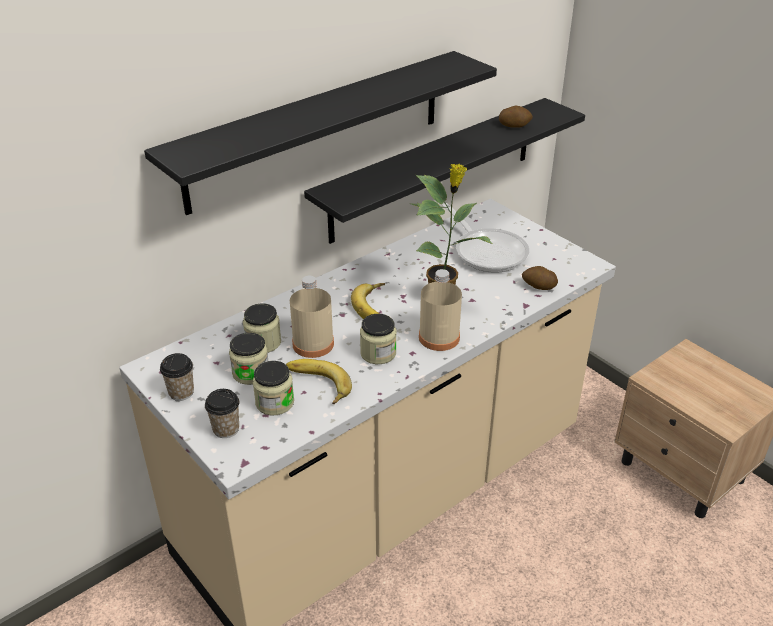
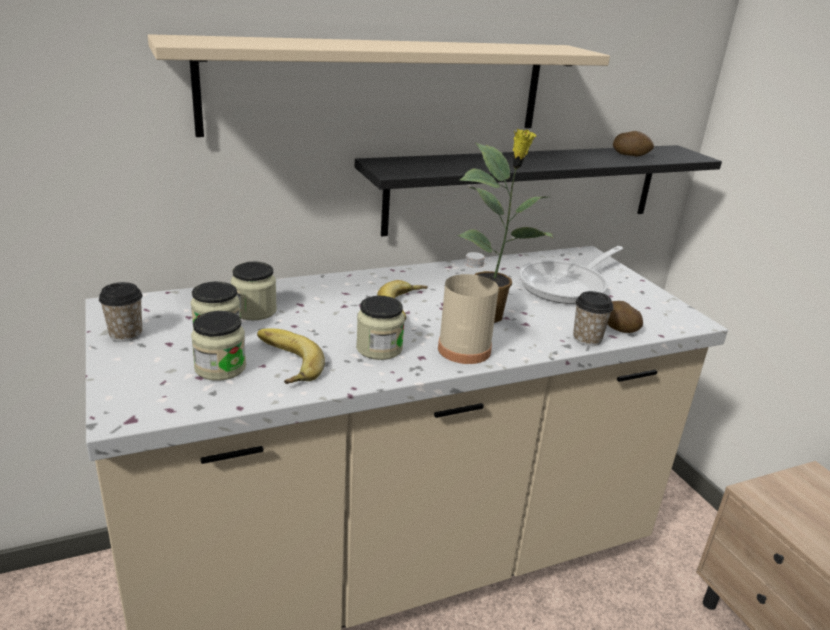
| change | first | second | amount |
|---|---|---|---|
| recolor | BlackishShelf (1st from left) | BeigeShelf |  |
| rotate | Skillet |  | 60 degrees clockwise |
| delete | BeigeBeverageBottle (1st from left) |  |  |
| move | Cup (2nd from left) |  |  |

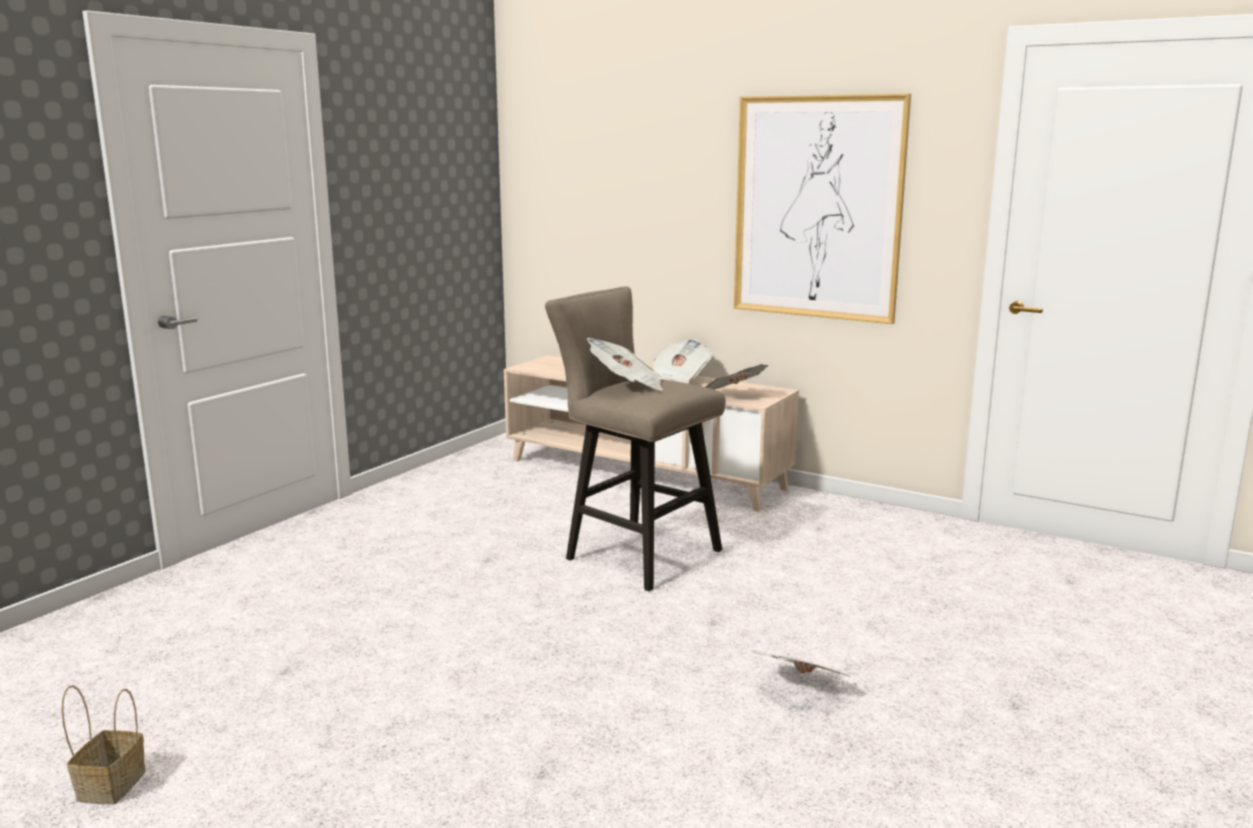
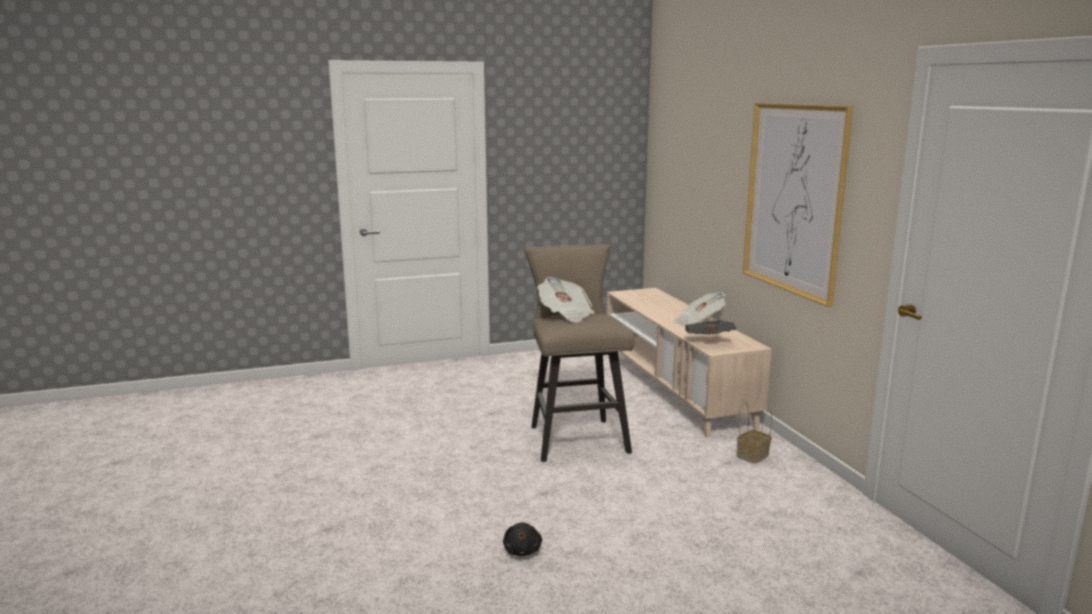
| change | first | second | amount |
|---|---|---|---|
| replace | Newspaper (4th from left) | BlackishSoftToy |  |
| move | Basket |  |  |

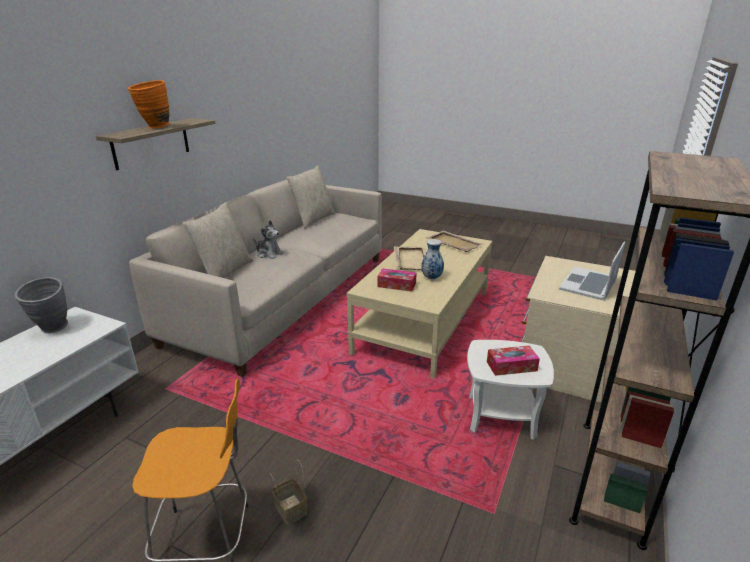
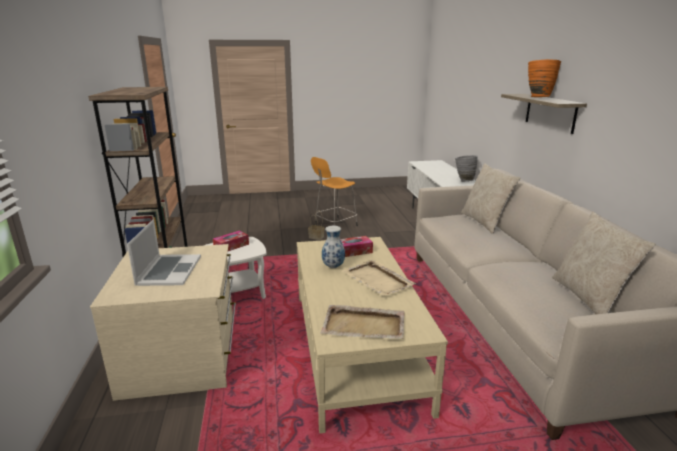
| change | first | second | amount |
|---|---|---|---|
| delete | SoftToy |  |  |

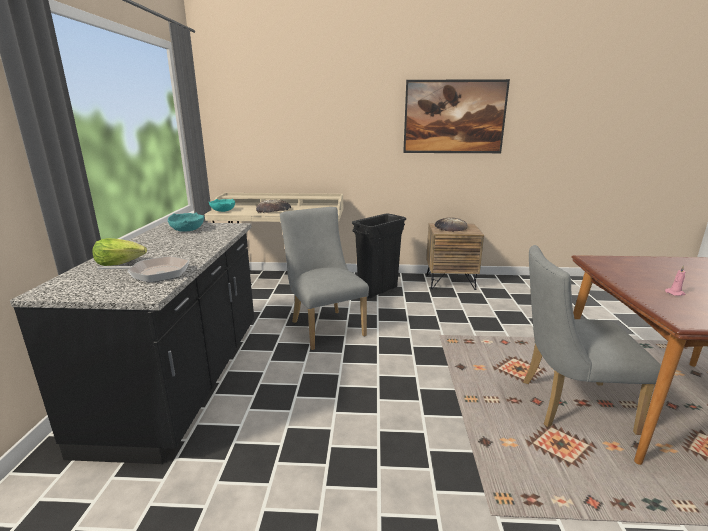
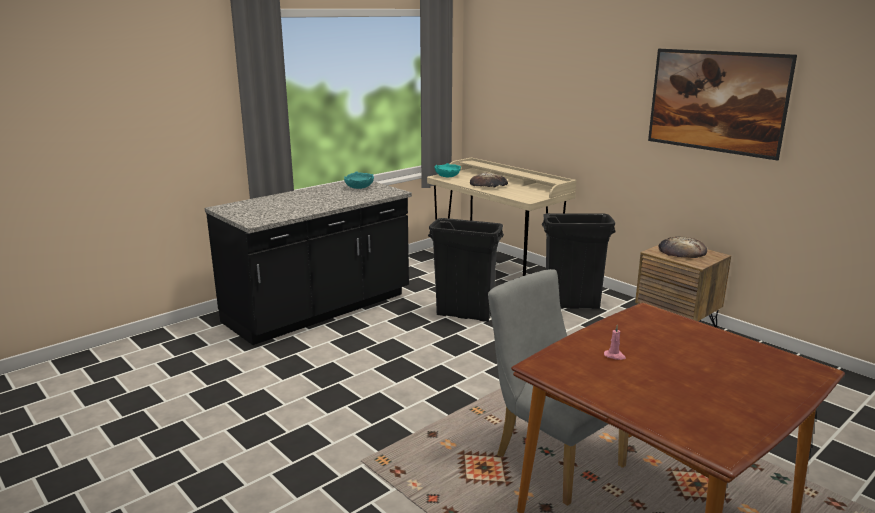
| change | first | second | amount |
|---|---|---|---|
| replace | GrayChair (1st from left) | BlackishRubbishBin (1st from left) |  |
| delete | HeadOfLettuce |  |  |
| delete | Skillet |  |  |

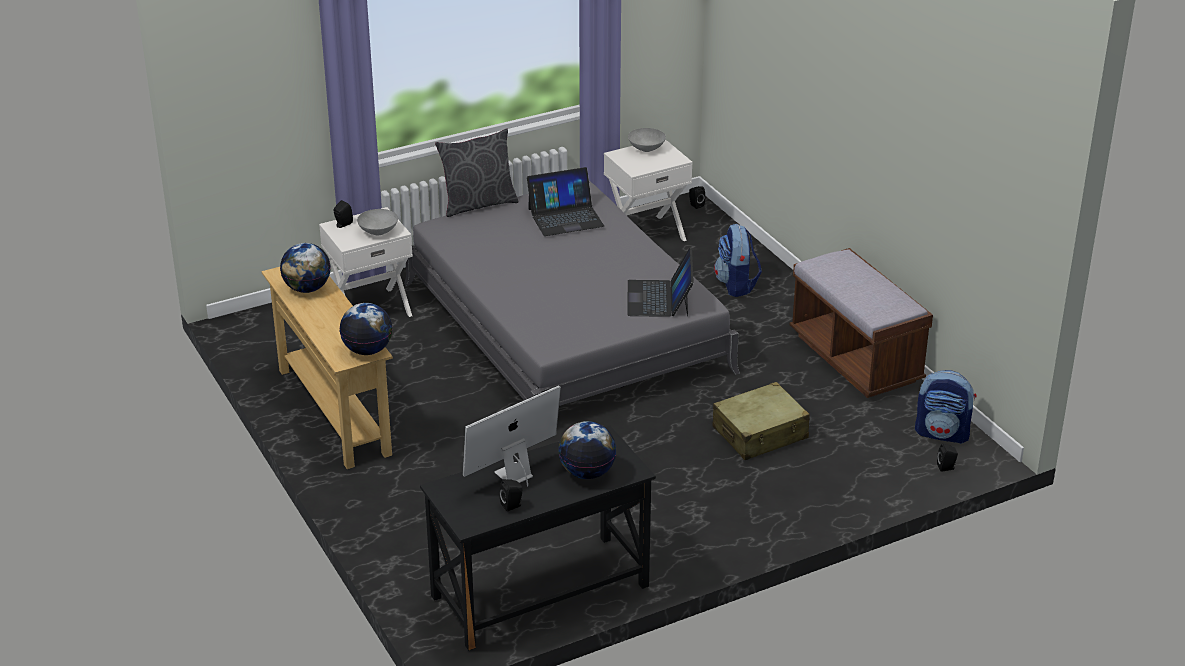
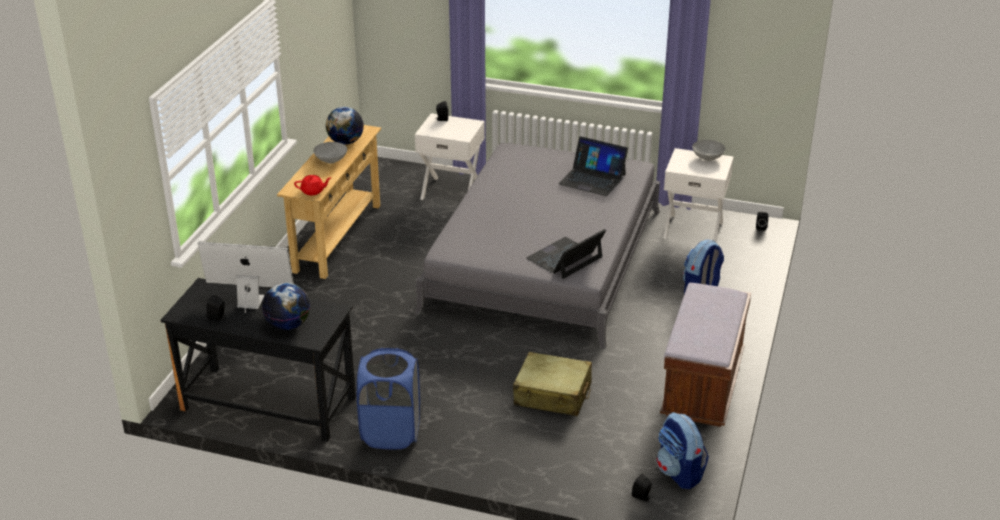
| change | first | second | amount |
|---|---|---|---|
| delete | GrayThrowPillow |  |  |
| move | GrayBowl (1st from left) |  |  |
| replace | WorldGlobe (2nd from left) | RedPotForTea |  |
| insert |  | BlueHamper |  |

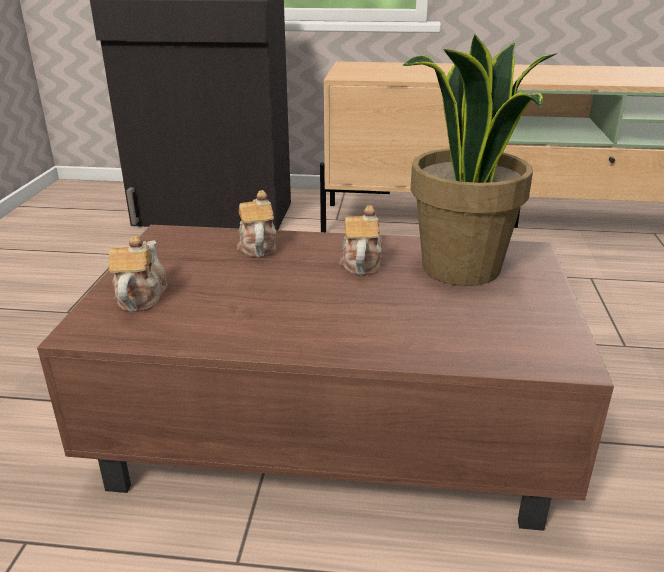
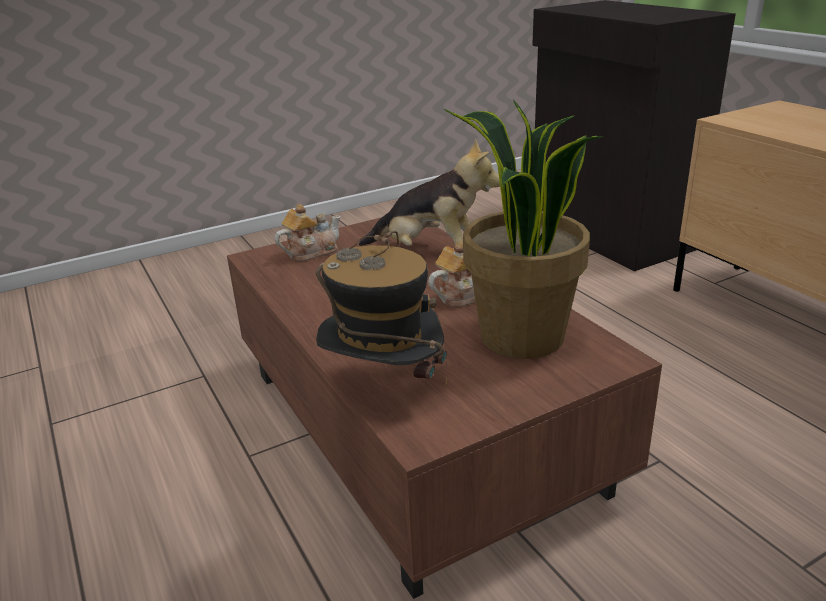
| change | first | second | amount |
|---|---|---|---|
| replace | PotForTea (2nd from left) | SoftToy |  |
| insert |  | WearableHat |  |

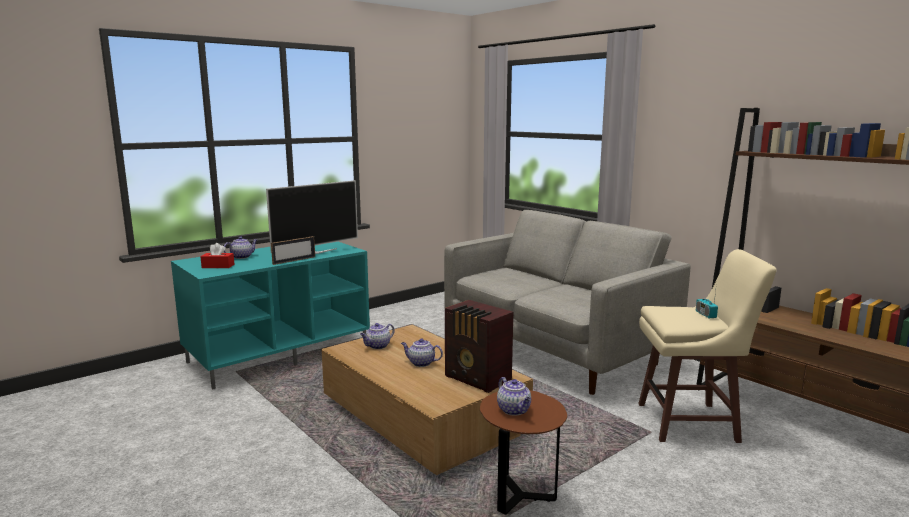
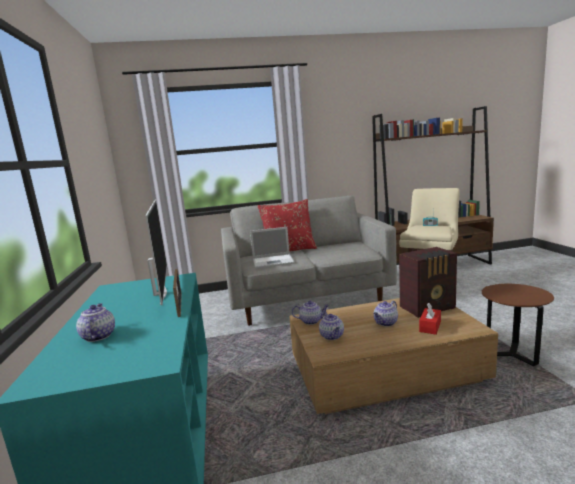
| change | first | second | amount |
|---|---|---|---|
| move | RedTissueHolder |  |  |
| move | PotForTea (4th from left in the first image) | PotForTea (2nd from left) |  |
| insert |  | RedThrowPillow |  |
| insert |  | Laptop |  |

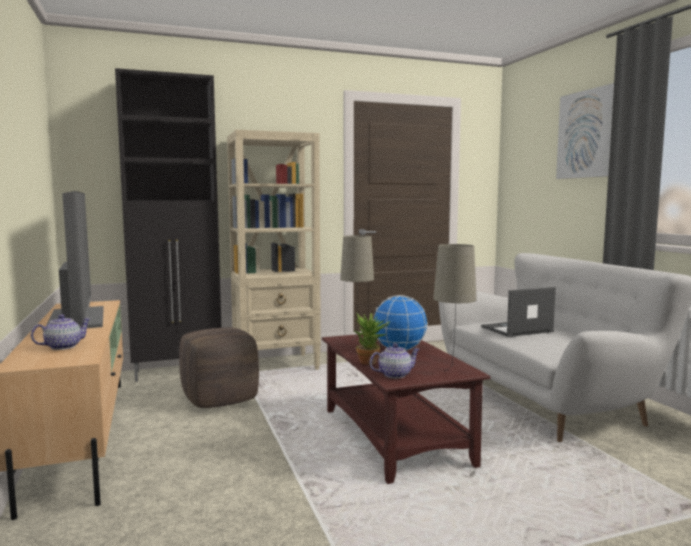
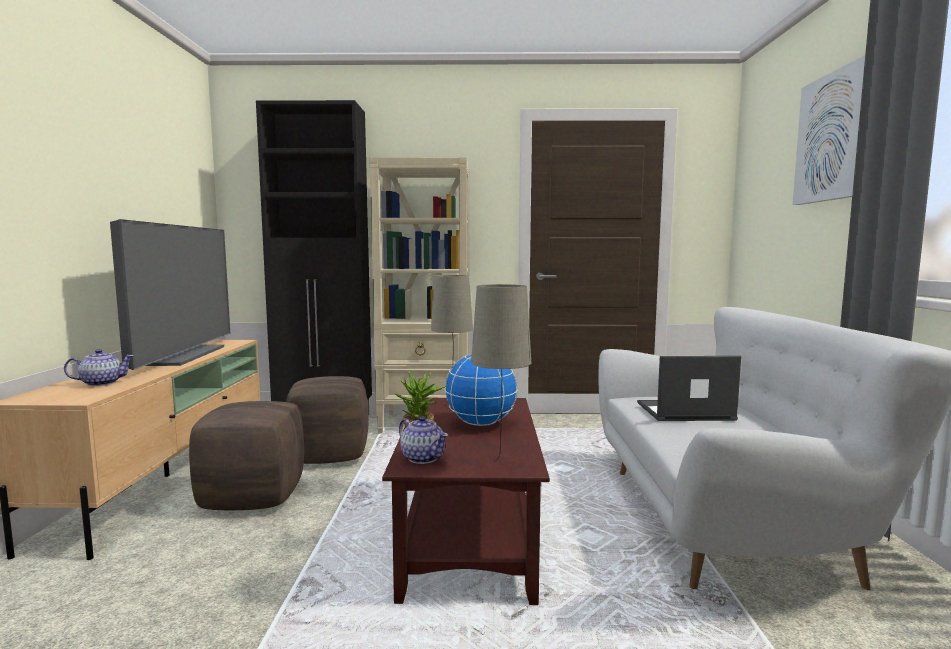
| change | first | second | amount |
|---|---|---|---|
| rotate | PotForTea (2nd from left) |  | 45 degrees clockwise |
| insert |  | BrownFootrest (1st from left) |  |

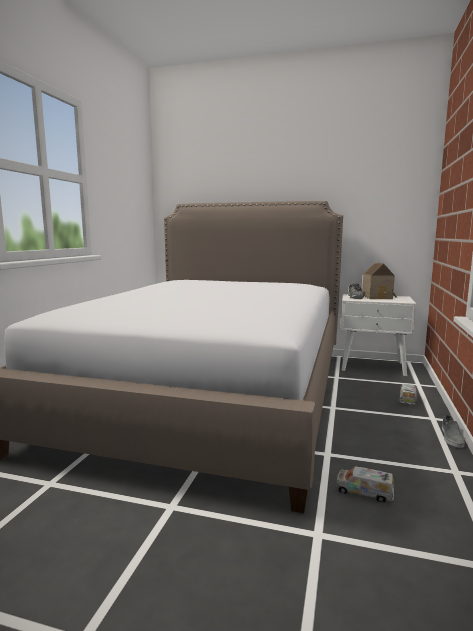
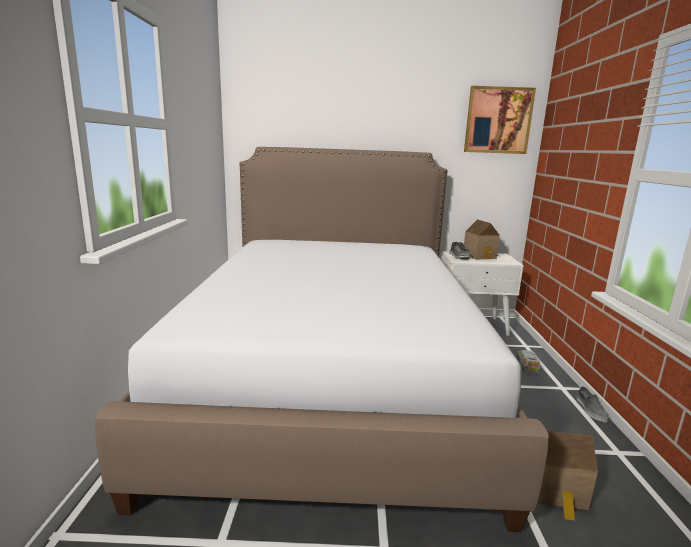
| change | first | second | amount |
|---|---|---|---|
| replace | ModelTruck (1st from left) | MiniatureHouse (2nd from left) |  |
| insert |  | WallArt |  |

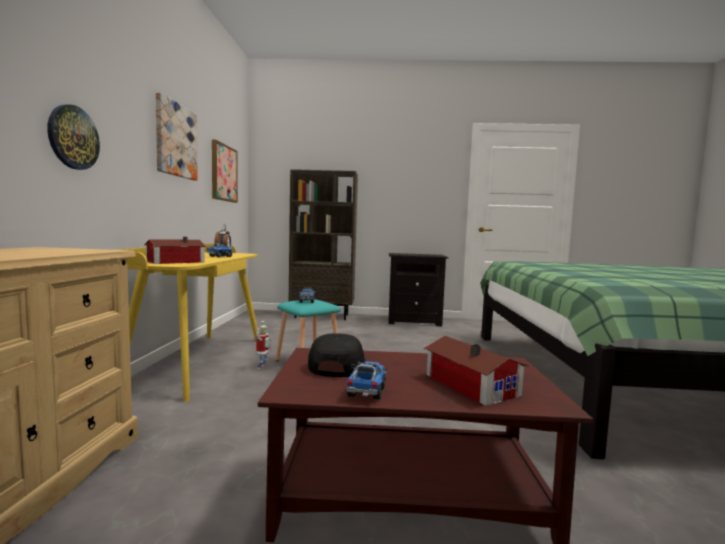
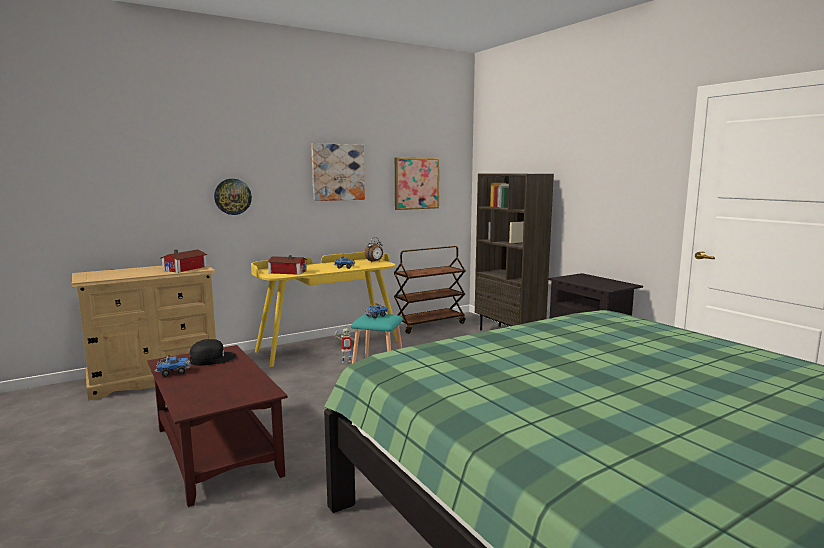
| change | first | second | amount |
|---|---|---|---|
| move | MiniatureHouse (2nd from left in the first image) | MiniatureHouse (1st from left) |  |
| insert |  | BrownWheeledCart |  |

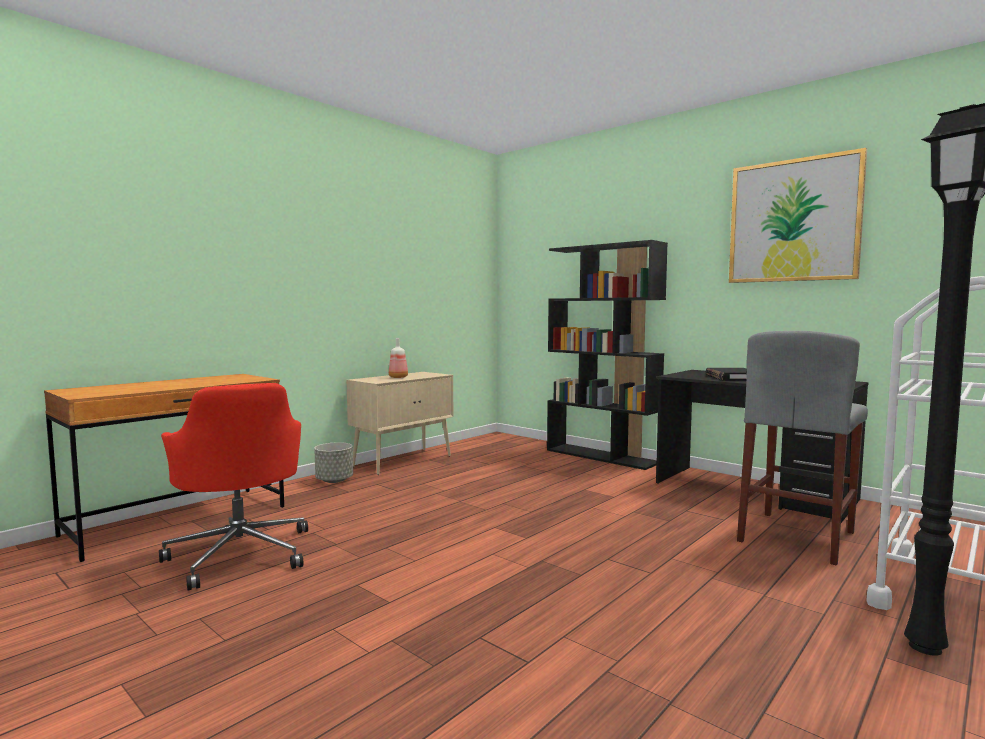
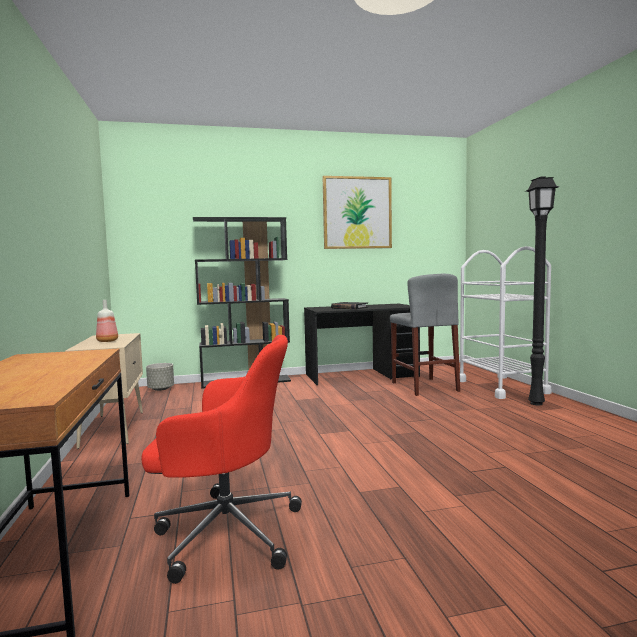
| change | first | second | amount |
|---|---|---|---|
| move | GrayPlantPot |  |  |

